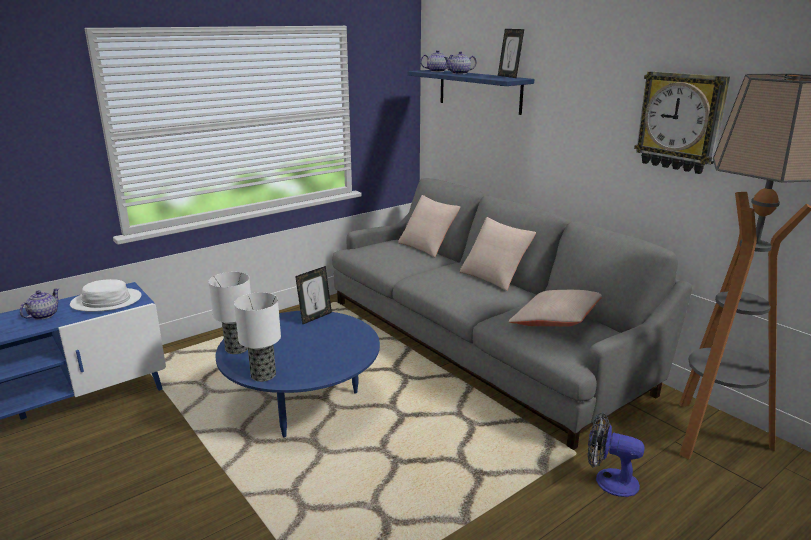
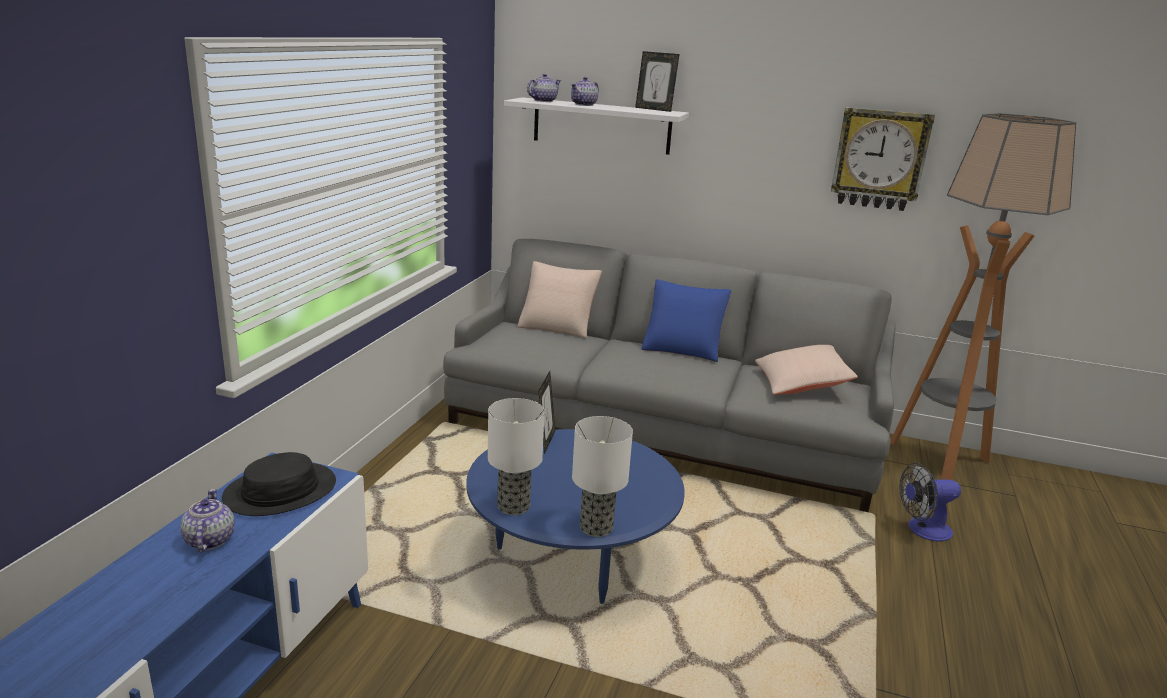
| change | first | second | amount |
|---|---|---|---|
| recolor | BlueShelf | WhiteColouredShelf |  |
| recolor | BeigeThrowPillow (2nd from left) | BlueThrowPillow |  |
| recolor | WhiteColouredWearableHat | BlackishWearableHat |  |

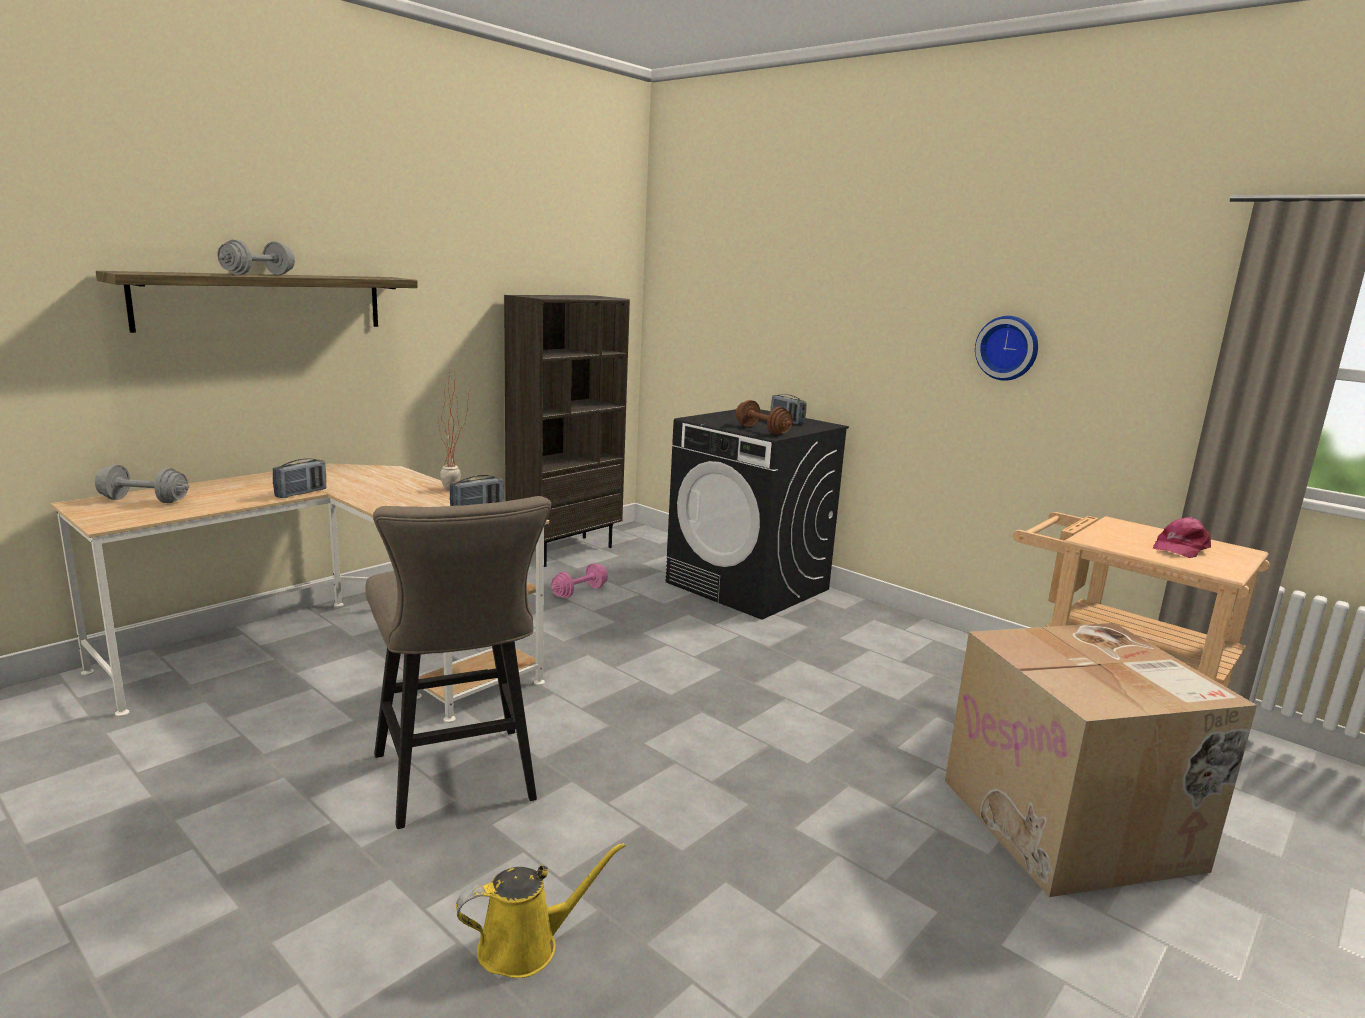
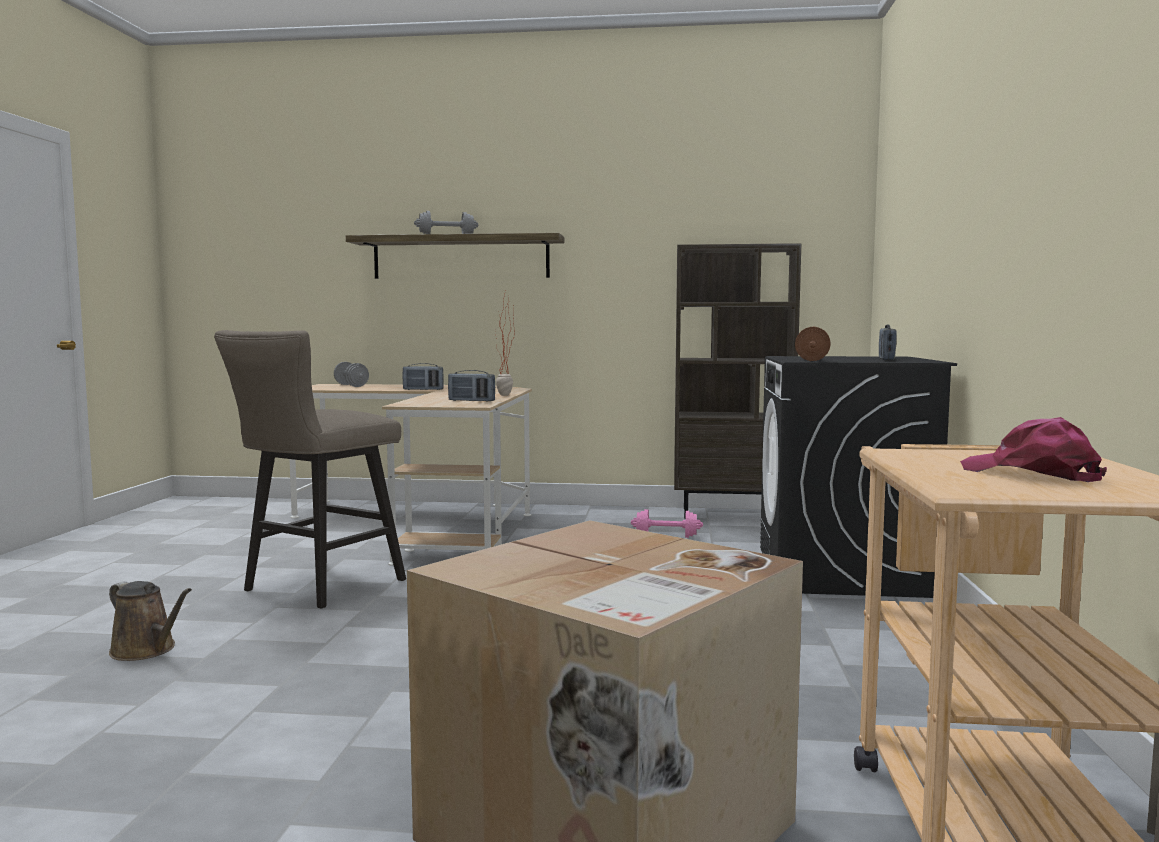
| change | first | second | amount |
|---|---|---|---|
| delete | WallClock |  |  |
| rotate | PinkishPeakedCap |  | 45 degrees clockwise |
| recolor | YellowSprinklingCan | BrownSprinklingCan |  |

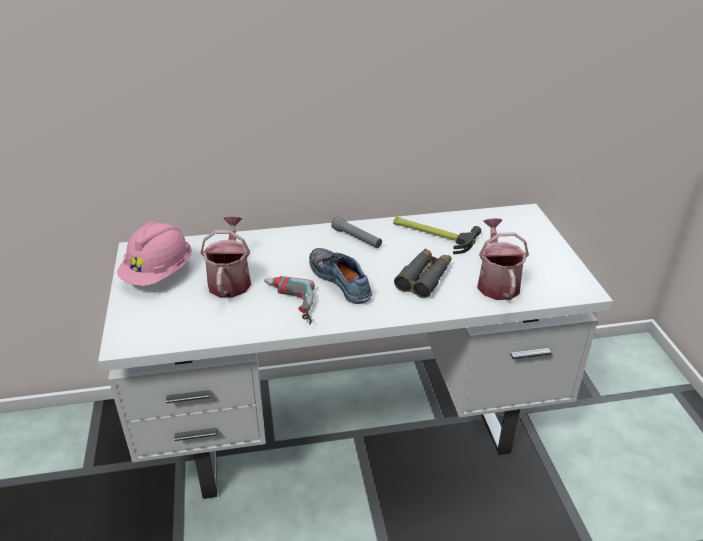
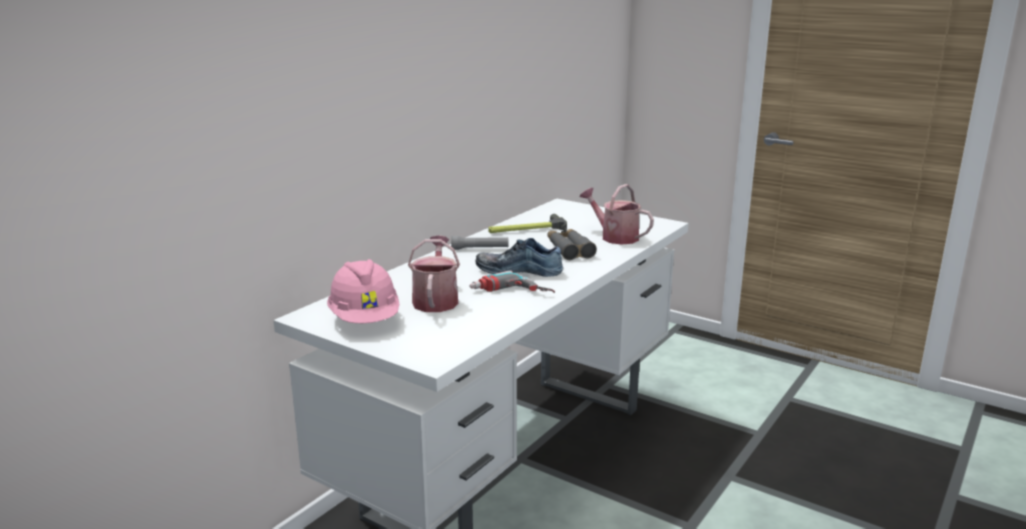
| change | first | second | amount |
|---|---|---|---|
| rotate | SprinklingCan (1st from left) |  | 45 degrees clockwise |

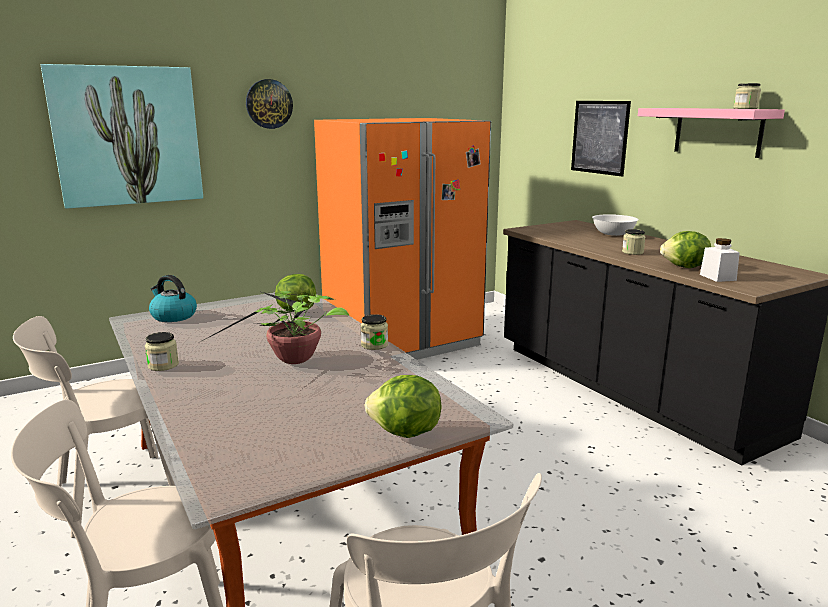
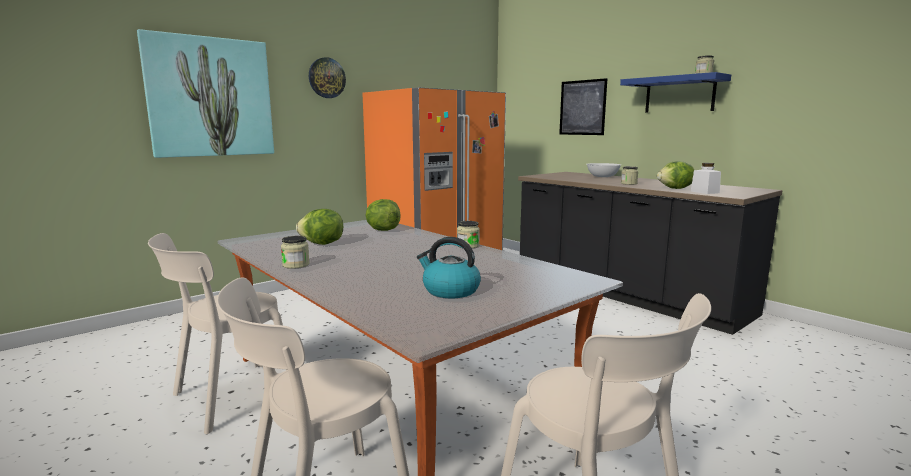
| change | first | second | amount |
|---|---|---|---|
| recolor | PinkishShelf | BlueShelf |  |
| move | TeaKettle |  |  |
| delete | PottedPlant |  |  |
| move | HeadOfLettuce (2nd from left in the first image) | HeadOfLettuce (1st from left) |  |

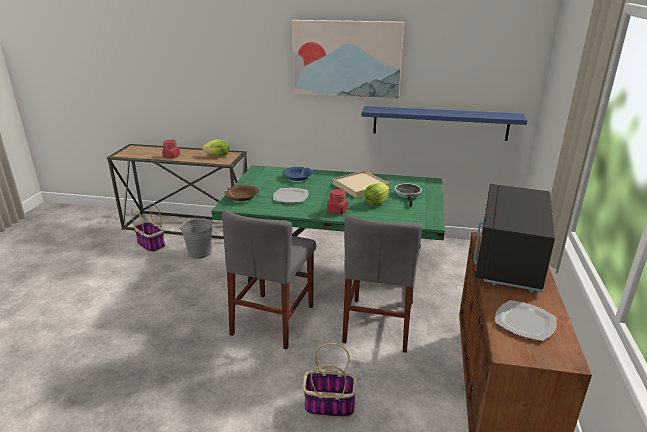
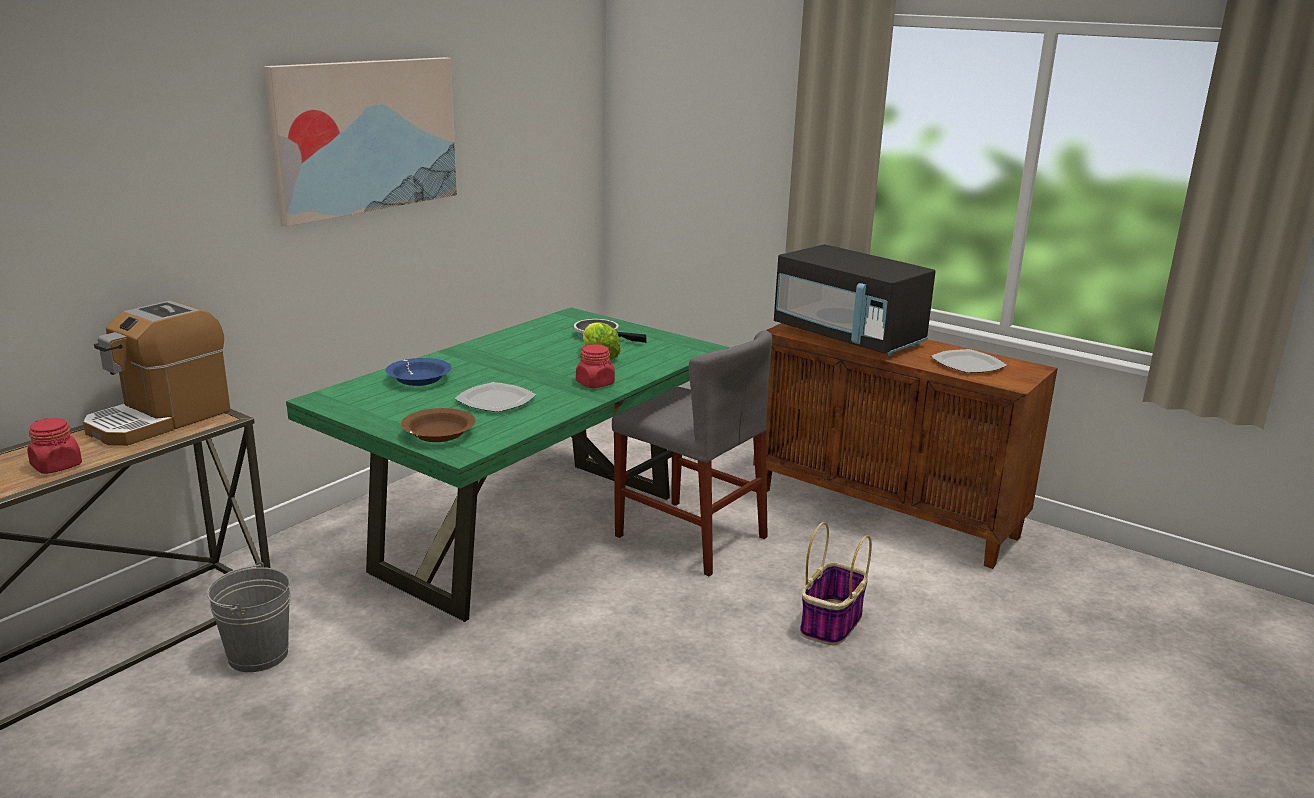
| change | first | second | amount |
|---|---|---|---|
| delete | BlueShelf |  |  |
| replace | HeadOfLettuce (1st from left) | CoffeeMachine |  |
| delete | BeigeTray |  |  |
| delete | Basket (1st from left) |  |  |
| delete | GrayChair (1st from left) |  |  |

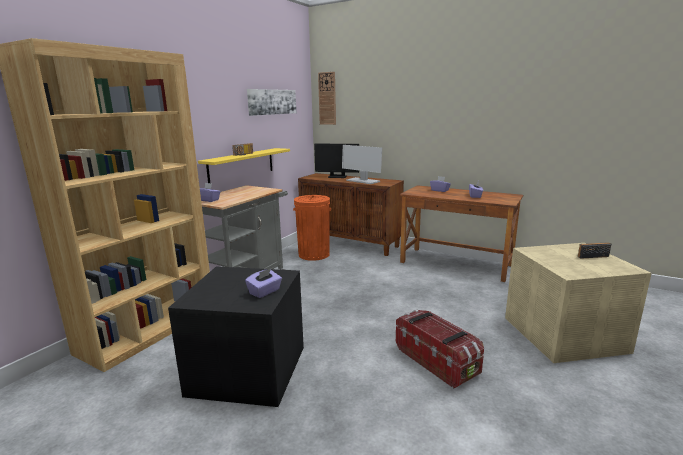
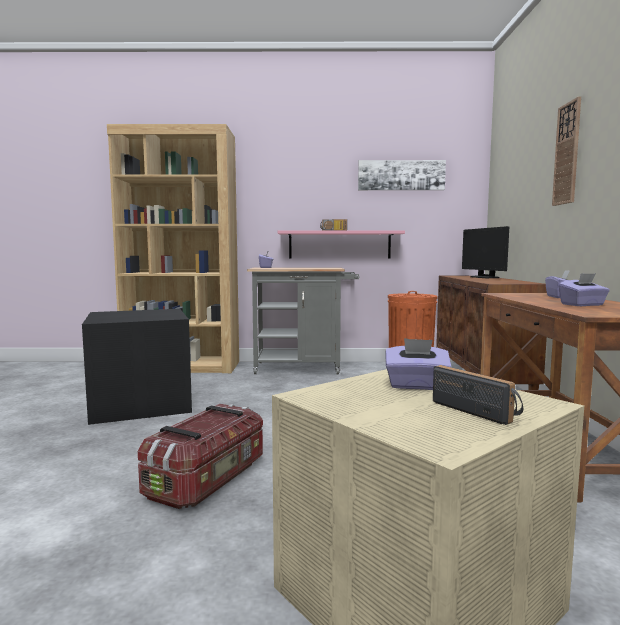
| change | first | second | amount |
|---|---|---|---|
| move | WallClock |  |  |
| delete | Monitor (2nd from left) |  |  |
| recolor | YellowShelf | PinkishShelf |  |
| move | PurpleColouredTissueHolder (2nd from left) |  |  |

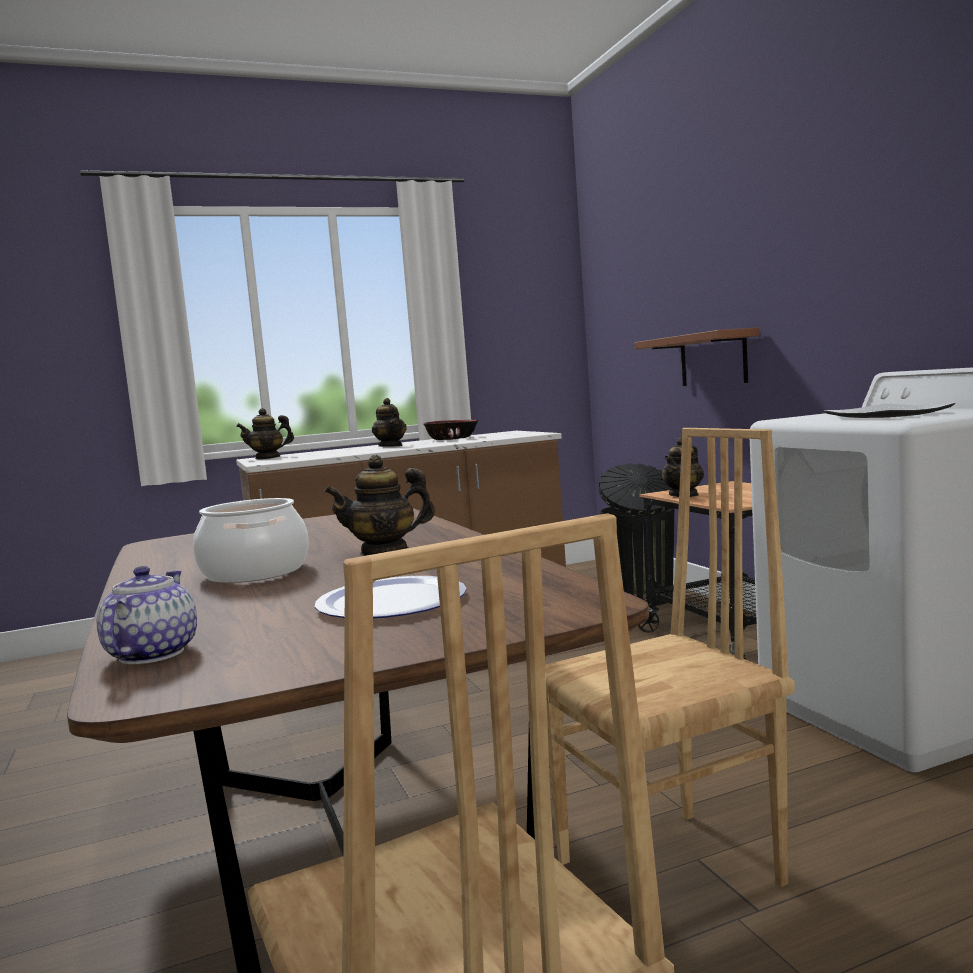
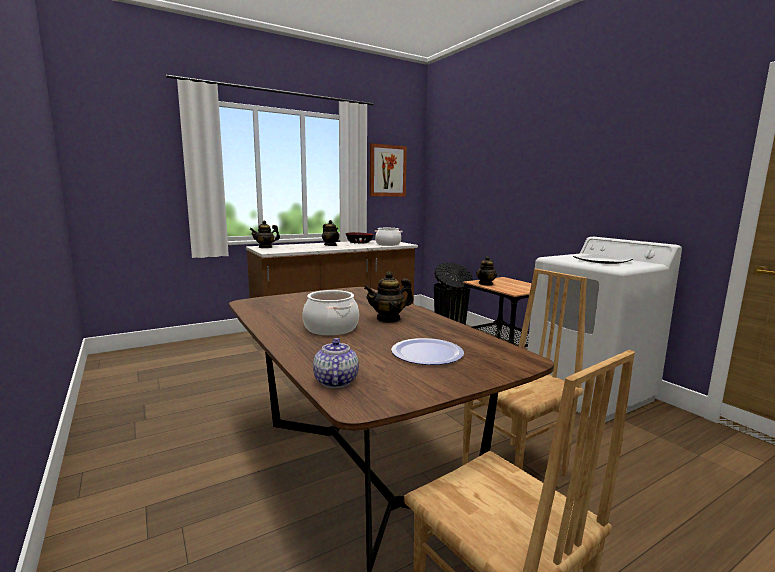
| change | first | second | amount |
|---|---|---|---|
| delete | BrownShelf |  |  |
| insert |  | WallArt |  |
| insert |  | Stockpot (2nd from left) |  |

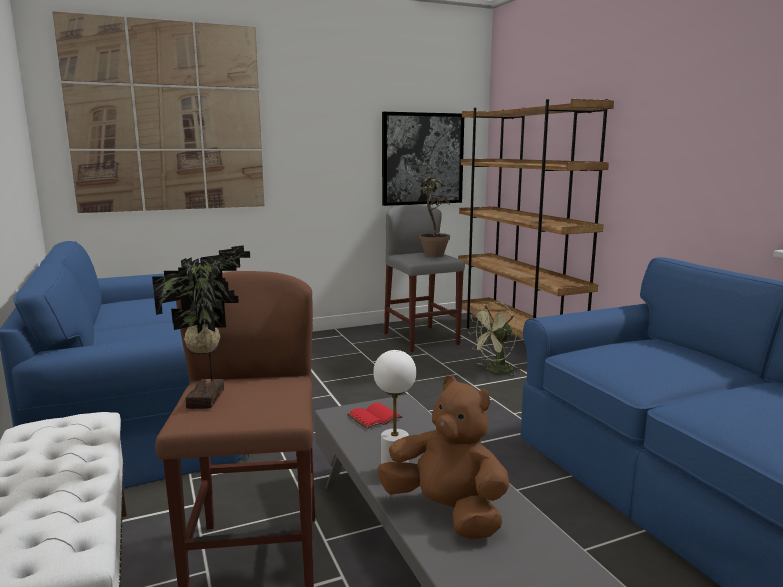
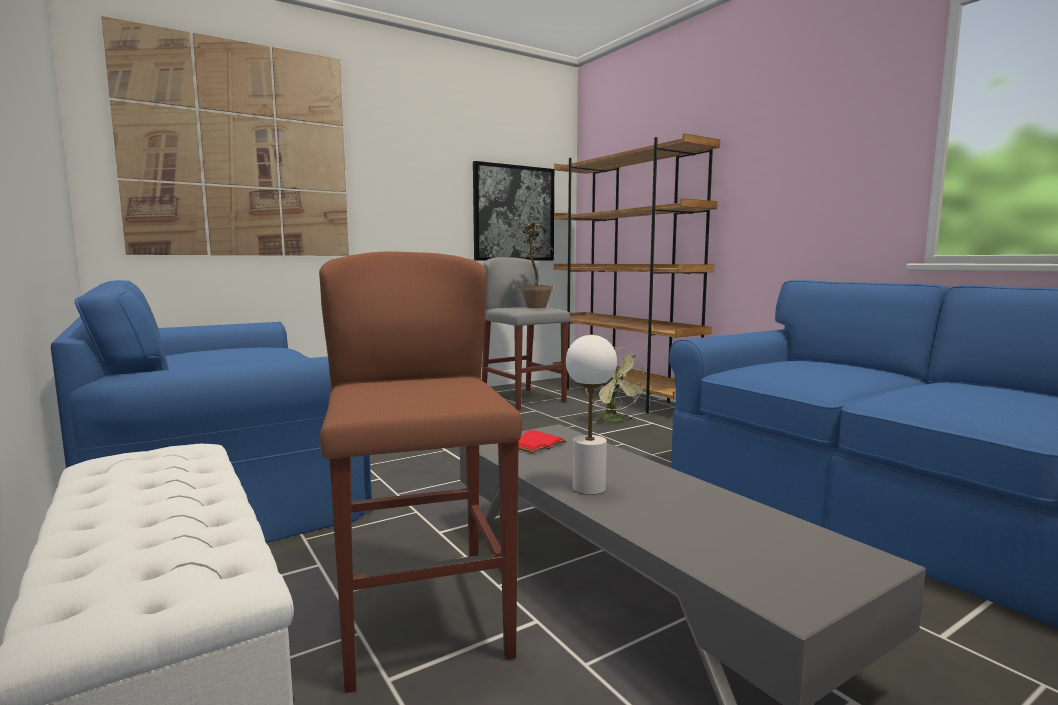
| change | first | second | amount |
|---|---|---|---|
| delete | PottedPlant (1st from left) |  |  |
| rotate | GreenColouredElectricFan |  | 60 degrees counterclockwise |
| delete | BrownSoftToy |  |  |

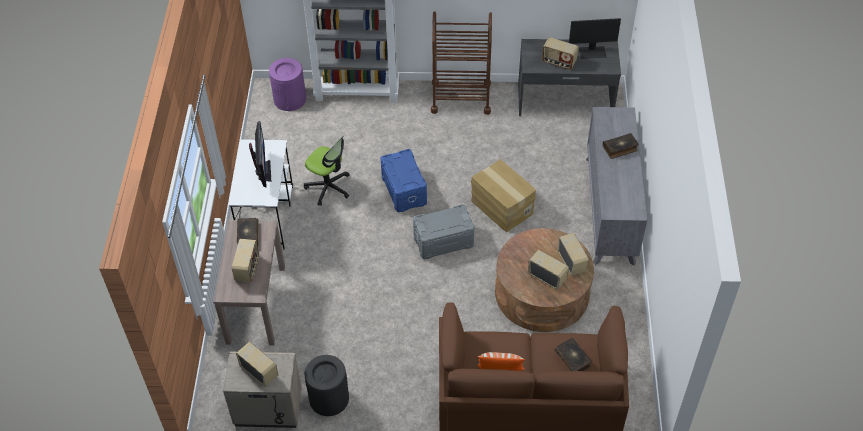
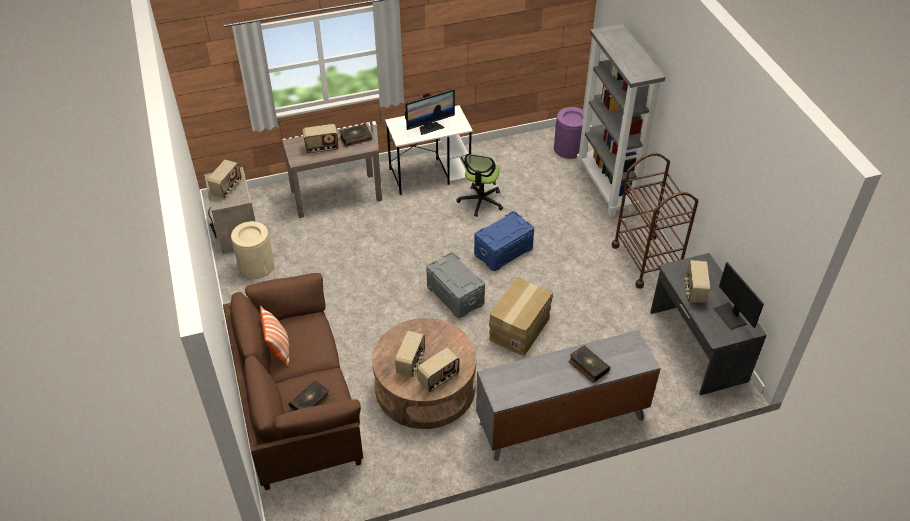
| change | first | second | amount |
|---|---|---|---|
| recolor | BlackishRubbishBin | BeigeRubbishBin |  |

